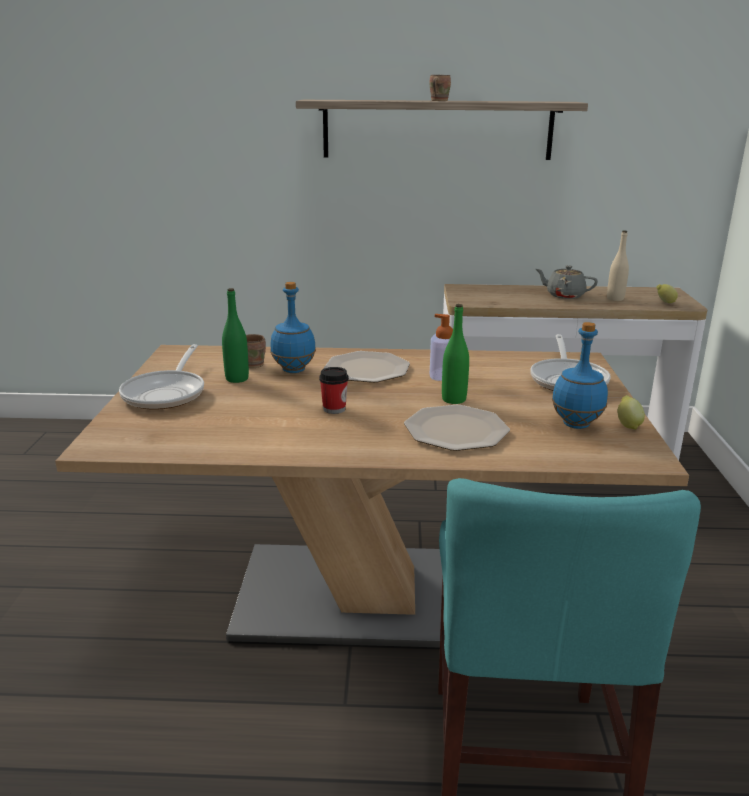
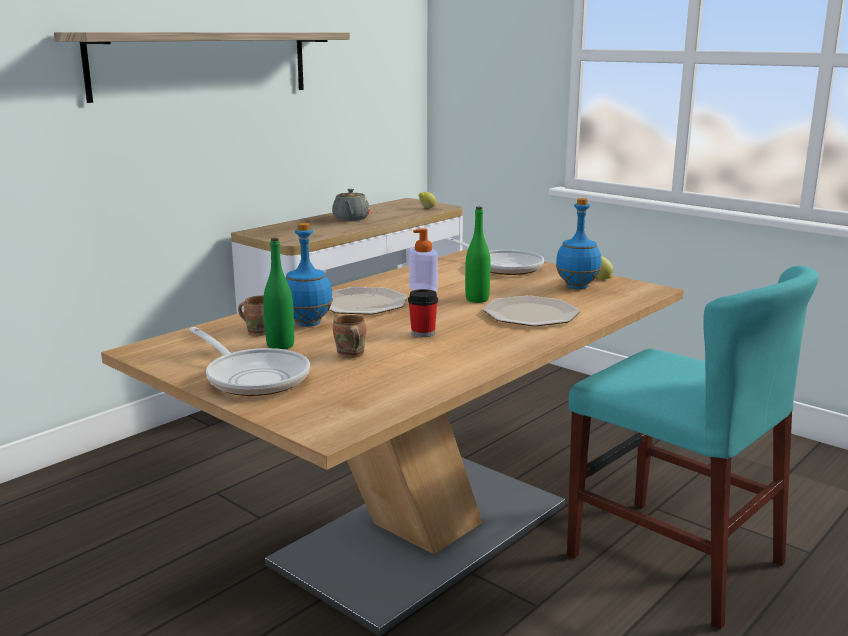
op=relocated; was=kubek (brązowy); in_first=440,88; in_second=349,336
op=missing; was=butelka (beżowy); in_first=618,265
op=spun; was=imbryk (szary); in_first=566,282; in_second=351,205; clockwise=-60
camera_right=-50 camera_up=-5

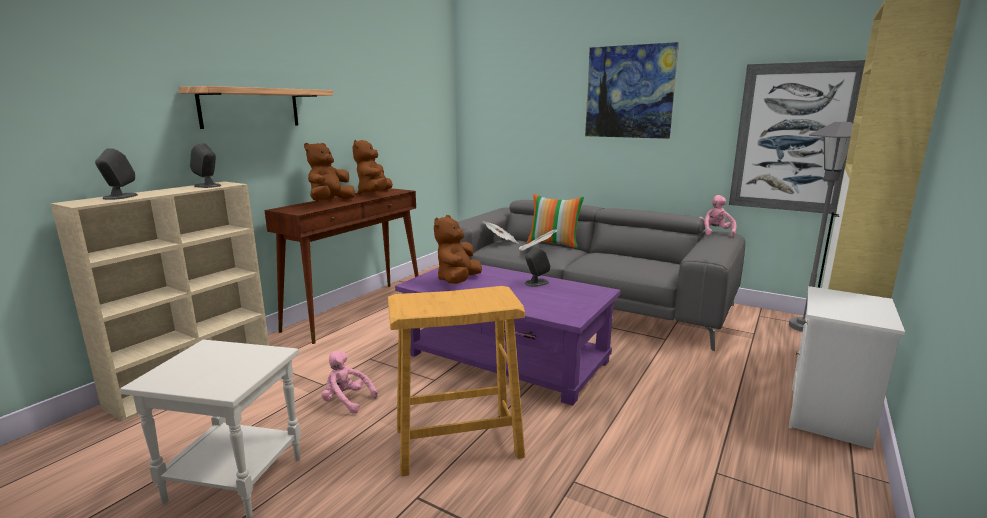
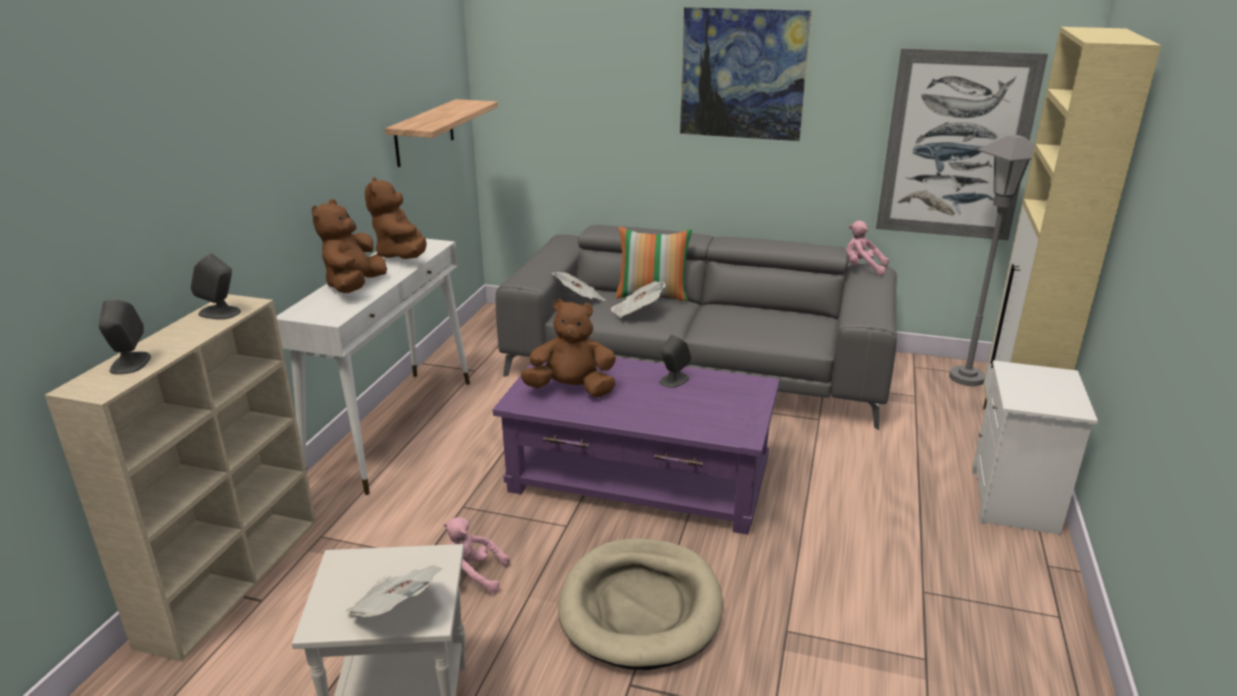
op=relocated; was=półka; in_first=255,107; in_second=441,133
op=colour; was=stolik konsolowy (brązowy); now=stolik konsolowy (biały); in_first=341,266; in_second=373,366
op=spun; was=pluszak (różowy); in_first=717,216; in_second=867,248; clockwise=-60
op=spun; was=pluszak (brązowy); in_first=458,249; in_second=568,348; clockwise=90
op=exchanged; was=stołek (beżowy); now=legowisko (beżowy); in_first=456,381; in_second=640,604
op=appeared; now=gazeta; in_second=394,591
camera_right=-15 camera_up=10

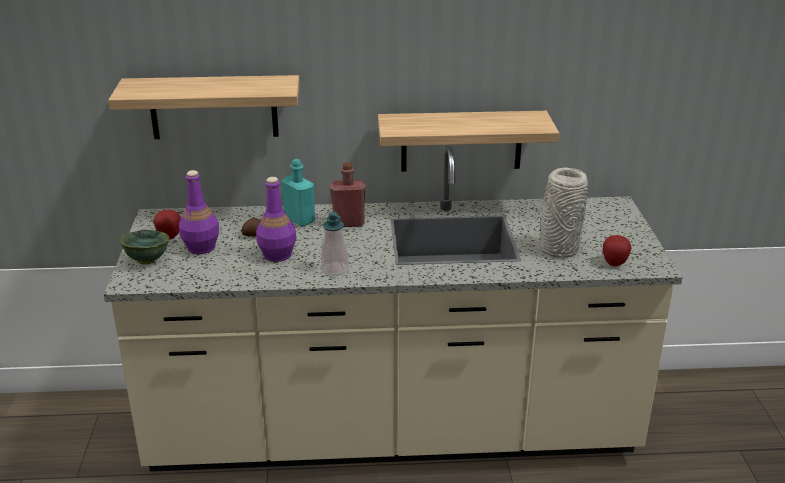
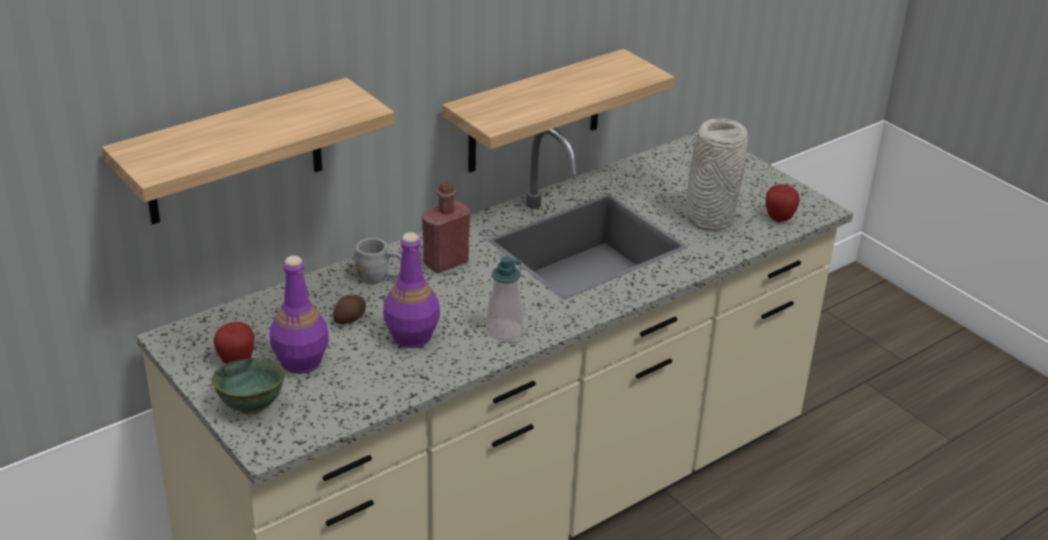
op=exchanged; was=butelka (turkusowy); now=kubek (szary); in_first=298,193; in_second=378,261
camera_right=-35 camera_up=5

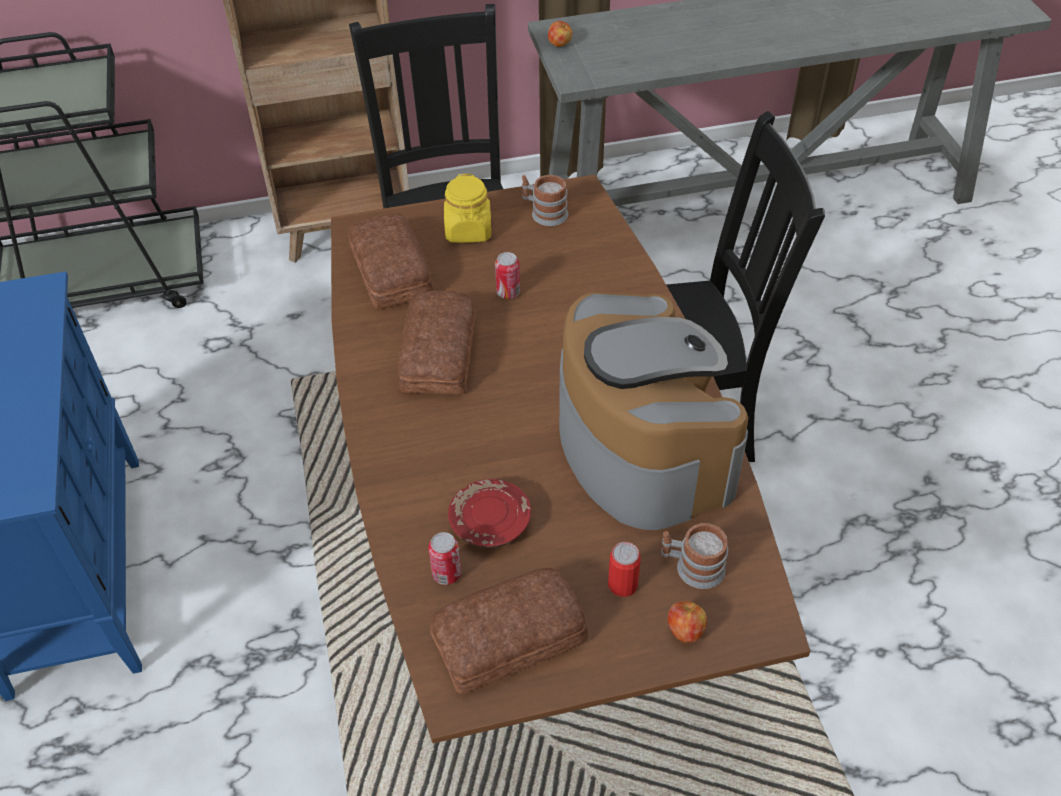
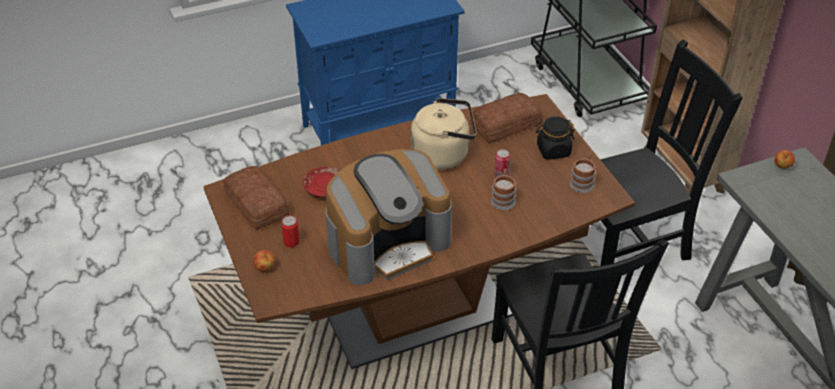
op=colour; was=słoik (żółty); now=słoik (czarny); in_first=467,208; in_second=555,138
op=exchanged; was=chleb; now=czajnik (beżowy); in_first=436,342; in_second=443,134
op=relocated; was=kubek; in_first=694,556; in_second=503,189
op=missing; was=puszka; in_first=444,558
camera_right=80 camera_up=-5

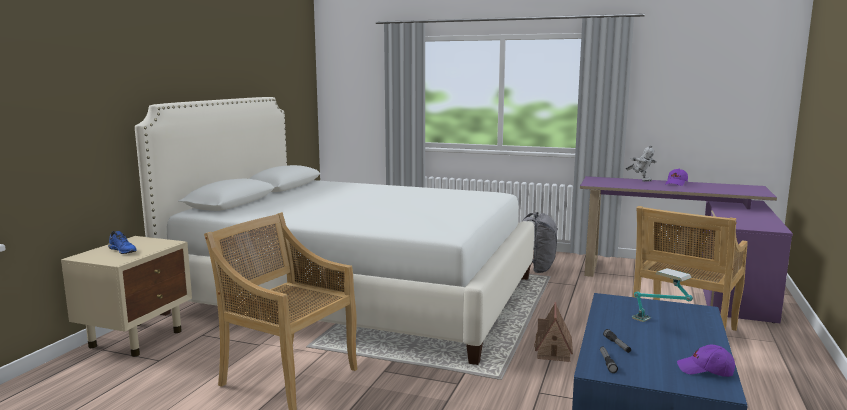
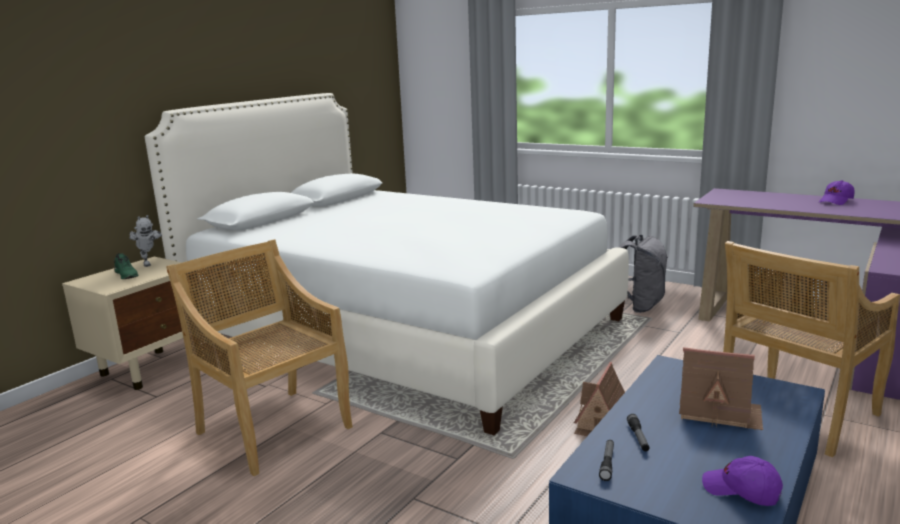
op=relocated; was=robot zabawkowy; in_first=641,163; in_second=145,241
op=colour; was=but (niebieski); now=but (zielony); in_first=122,242; in_second=126,266
op=exchanged; was=lampa stołowa; now=domek; in_first=662,295; in_second=721,388
camera_right=15 camera_up=5

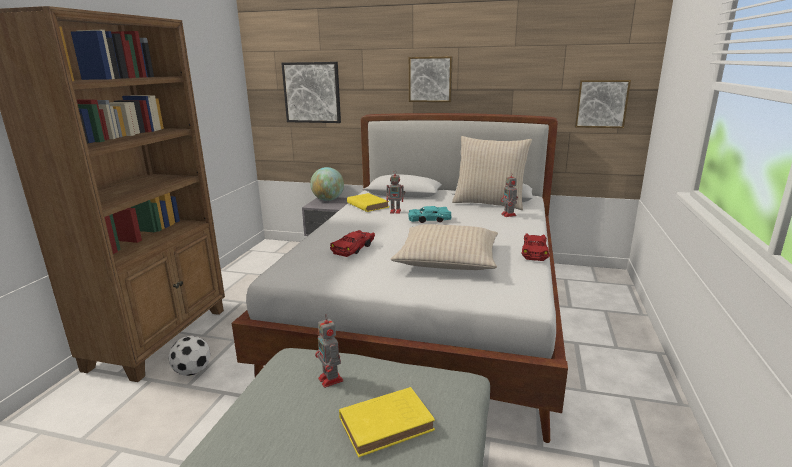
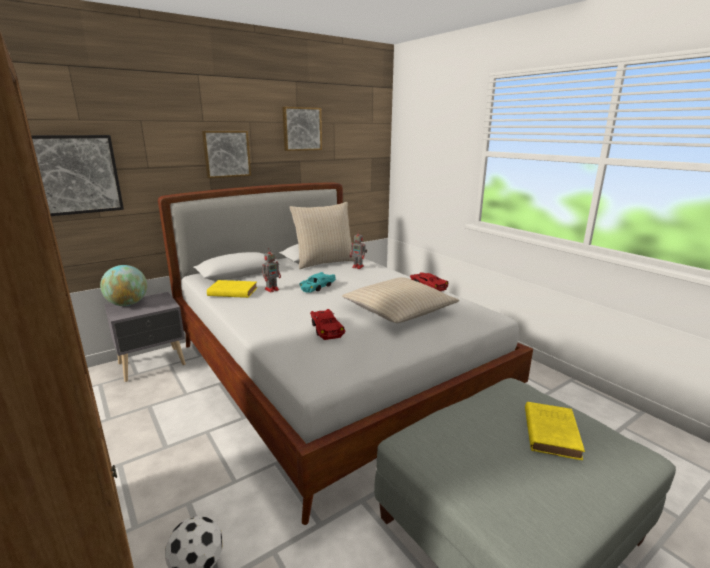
op=relocated; was=obraz; in_first=603,104; in_second=302,129
op=missing; was=robot zabawkowy; in_first=329,351
camera_right=-50 camera_up=0

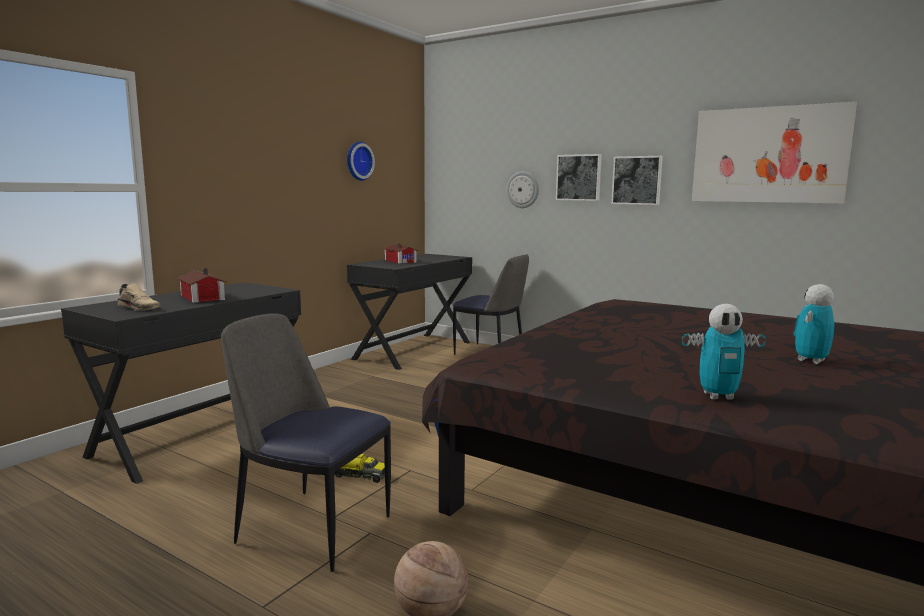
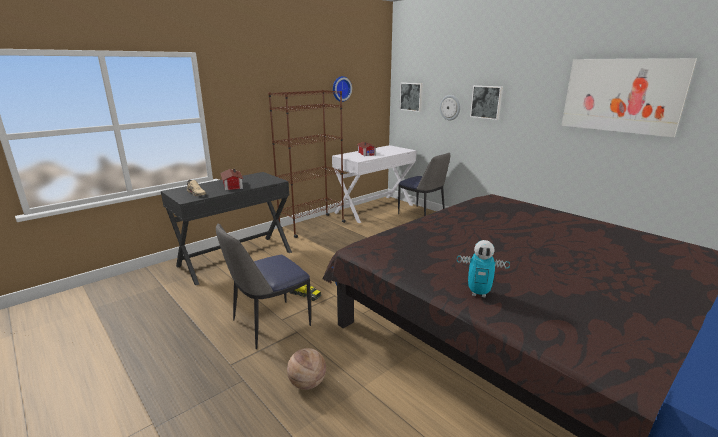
op=relocated; was=obraz; in_first=637,180; in_second=411,97
op=colour; was=biurko (czarny); now=biurko (biały); in_first=409,312; in_second=374,184
op=missing; was=robot zabawkowy; in_first=813,324
op=spun; was=krzesło; in_first=306,442; in_second=263,286; clockwise=-75
op=appeared; now=regał (brązowy); in_second=307,164
camera_right=15 camera_up=10

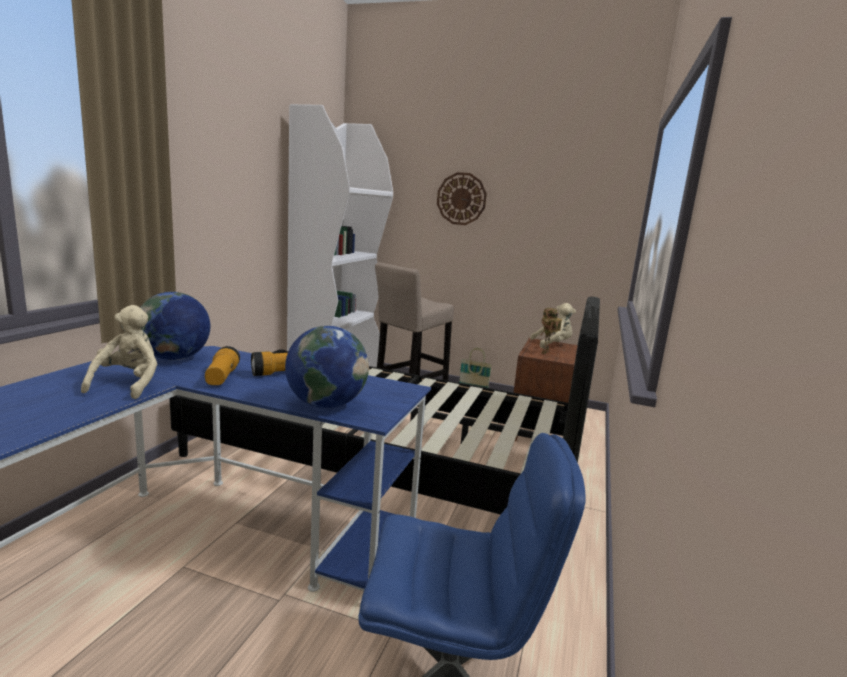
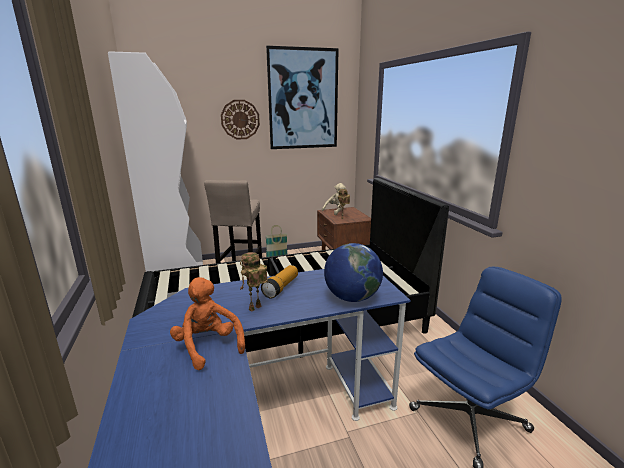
op=missing; was=globus; in_first=175,326
op=colour; was=pluszak (beżowy); now=pluszak (pomarańczowy); in_first=119,352; in_second=207,323
op=exchanged; was=latarka; now=robot zabawkowy; in_first=222,365; in_second=254,282
op=appeared; now=obraz; in_second=302,97
camera_right=-35 camera_up=5

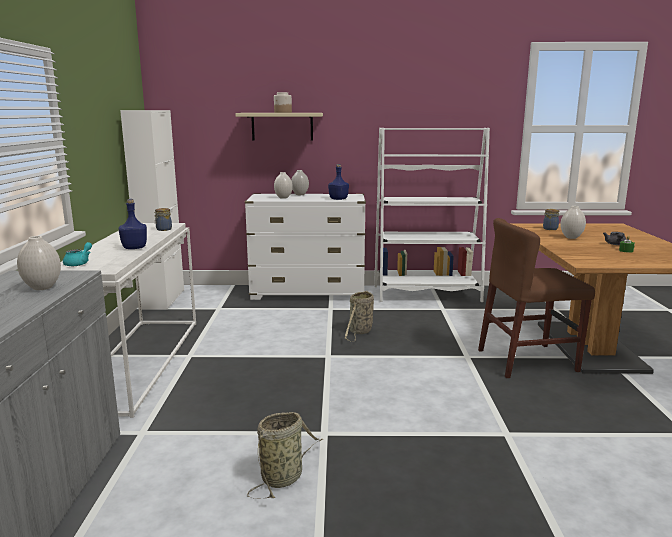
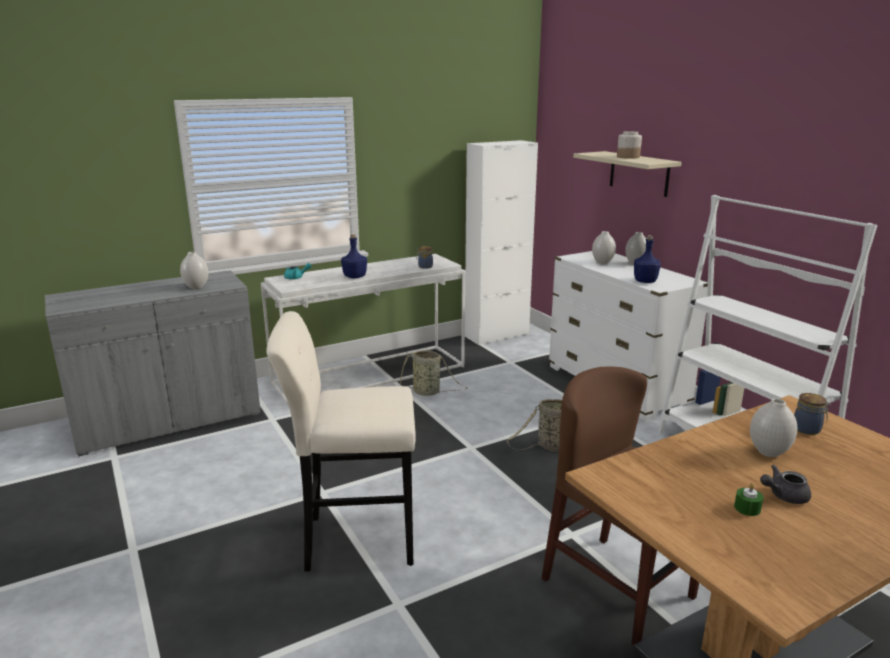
op=relocated; was=koszyk; in_first=285,455; in_second=433,373
op=appeared; now=stołek (beżowy); in_second=341,441
camera_right=60 camera_up=5

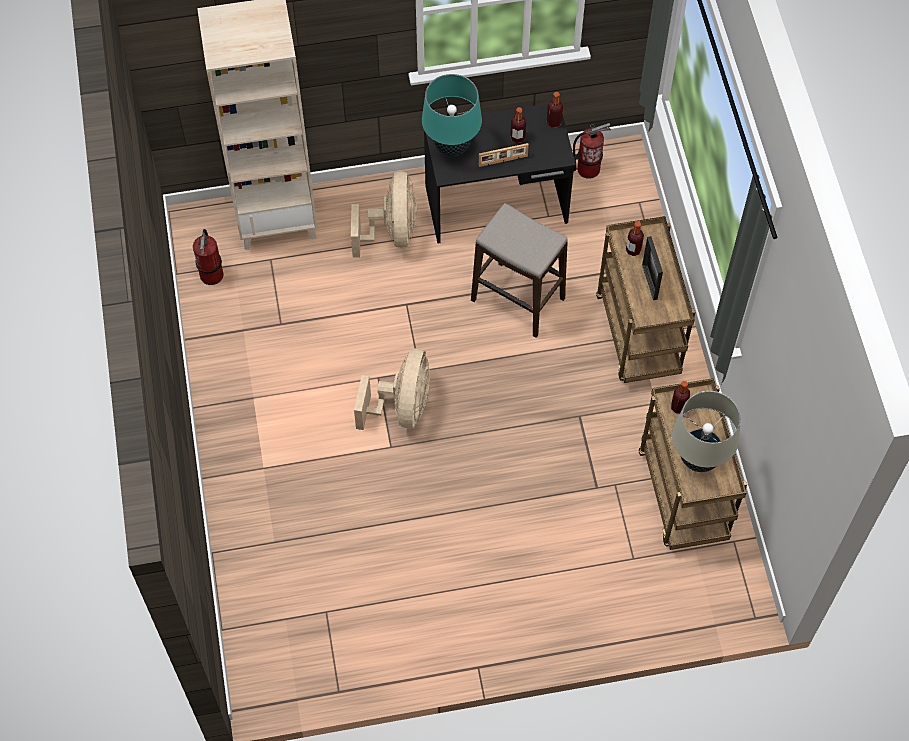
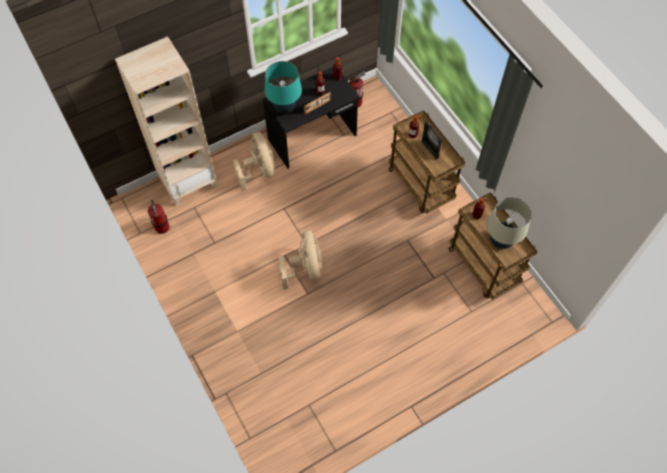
op=missing; was=stołek; in_first=519,270
camera_right=-20 camera_up=0

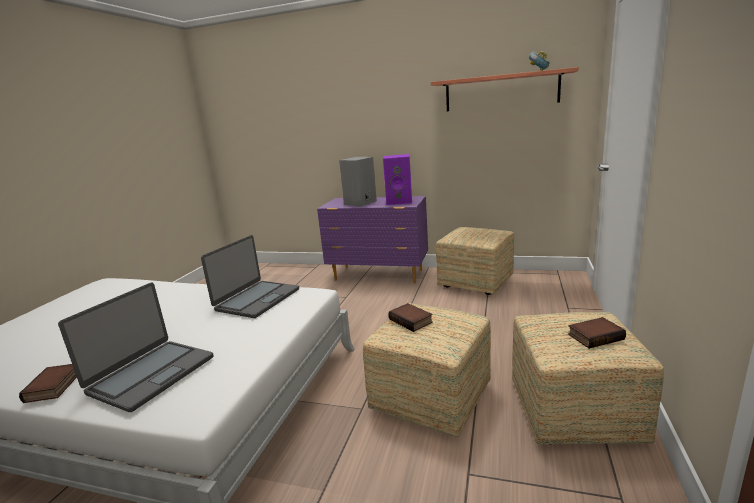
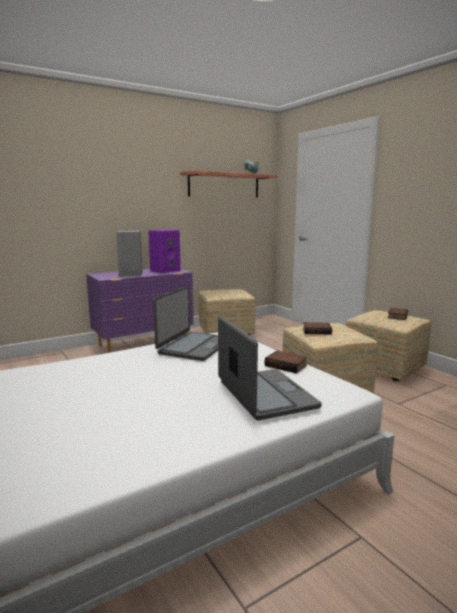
op=spun; was=laptop; in_first=250,276; in_second=185,323; clockwise=45
op=relocated; was=książka; in_first=48,383; in_second=286,362
camera_right=-50 camera_up=-5

